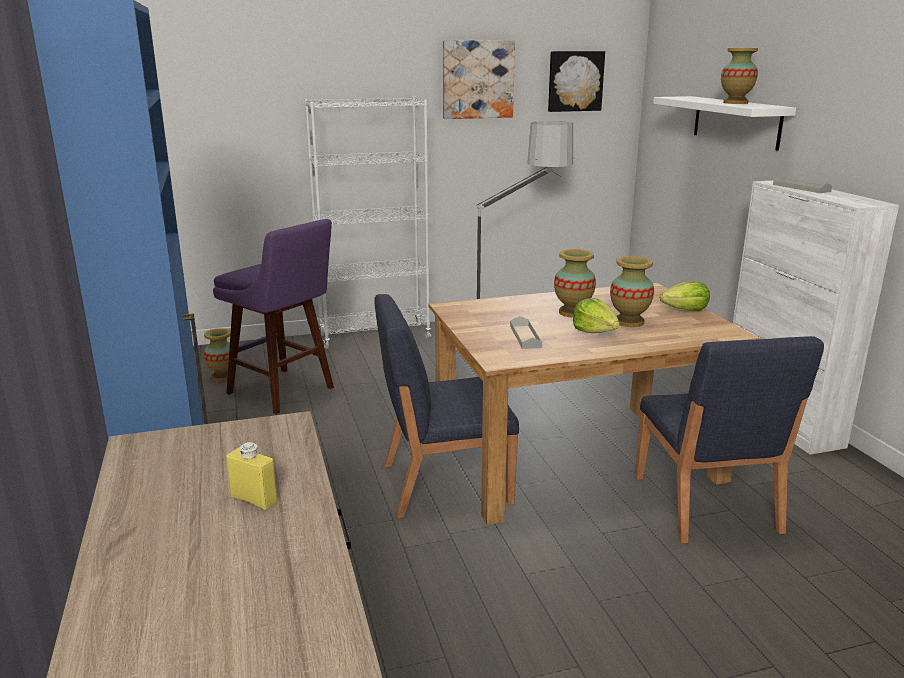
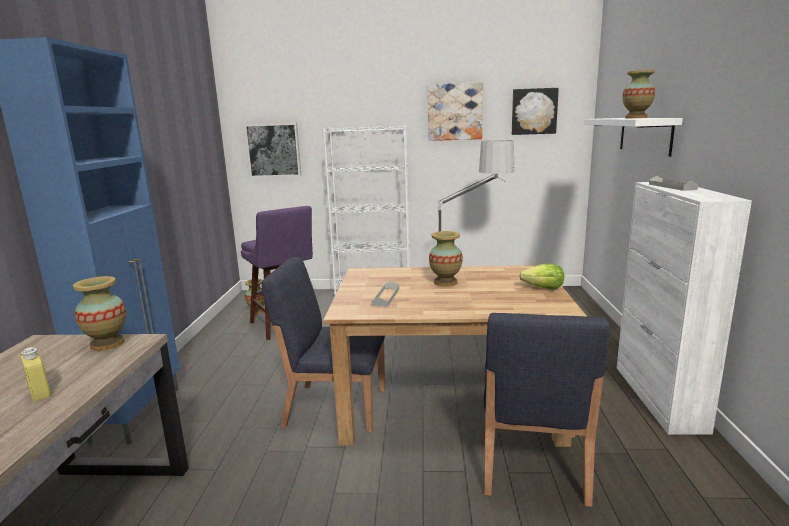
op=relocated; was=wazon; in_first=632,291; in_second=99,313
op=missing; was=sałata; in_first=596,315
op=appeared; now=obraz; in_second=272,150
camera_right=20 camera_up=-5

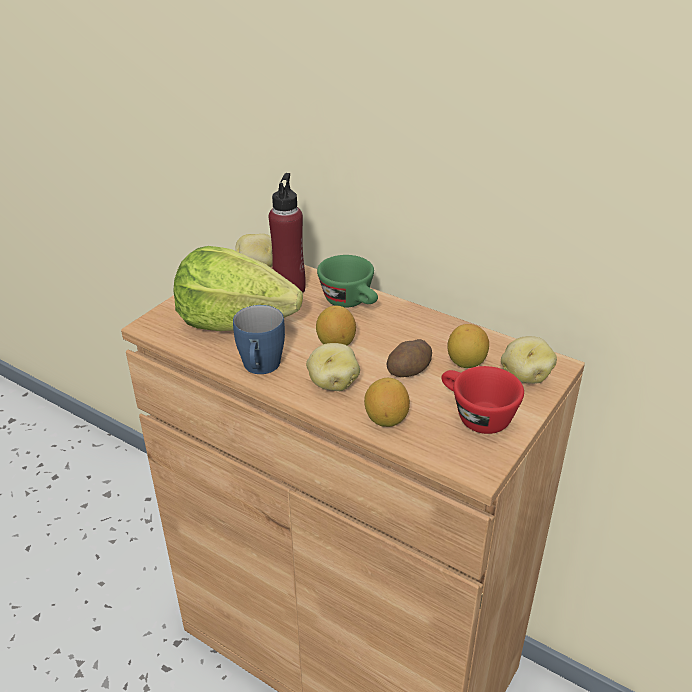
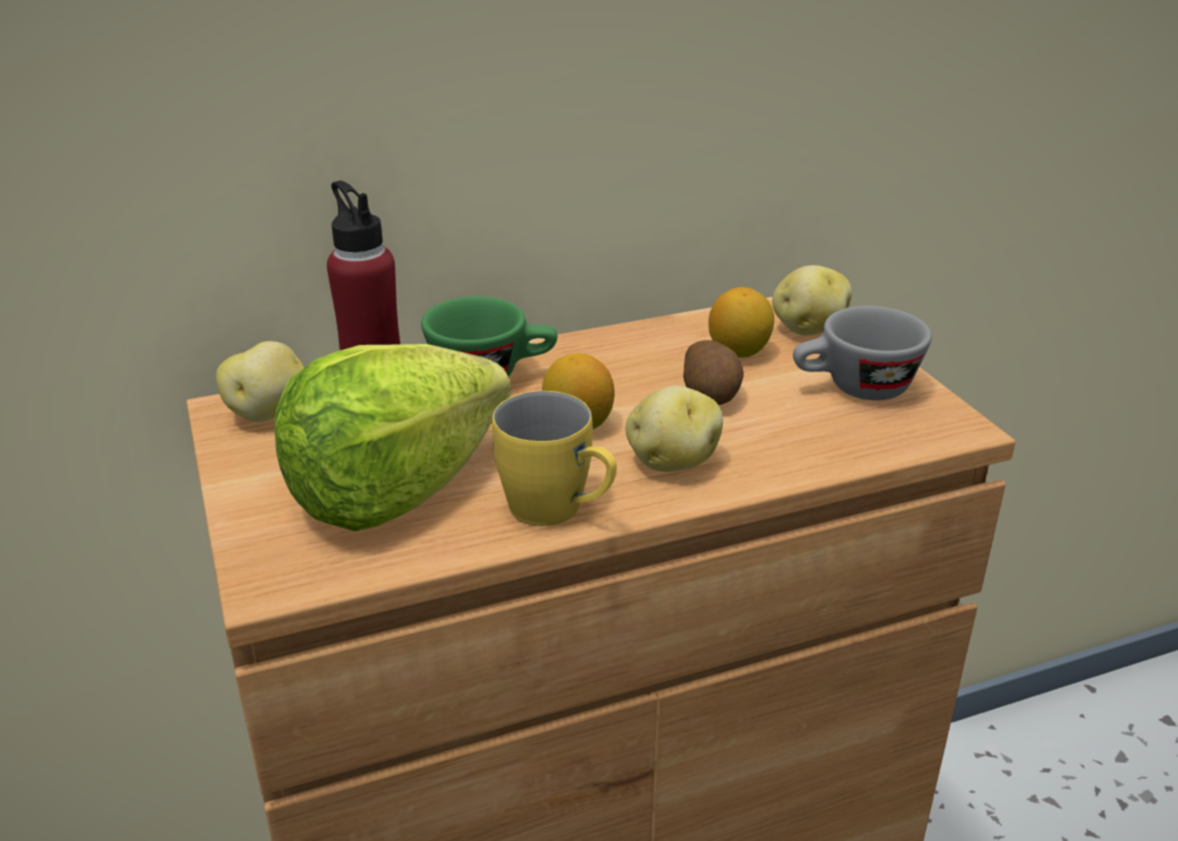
op=colour; was=kubek (niebieski); now=kubek (żółty); in_first=259,339; in_second=554,458
op=colour; was=filiżanka (czerwony); now=filiżanka (szary); in_first=482,400; in_second=862,353
op=missing; was=cytryna; in_first=387,402
camera_right=-55 camera_up=-5

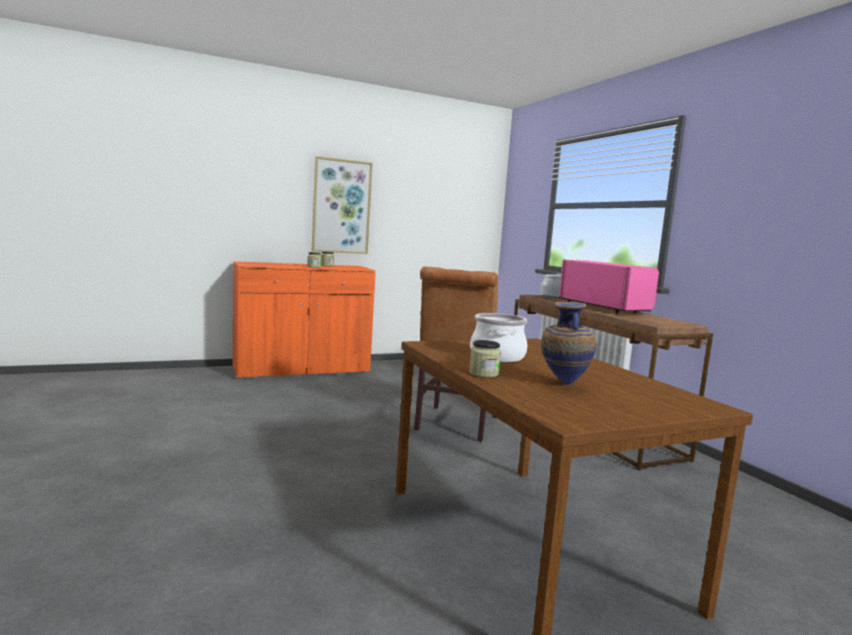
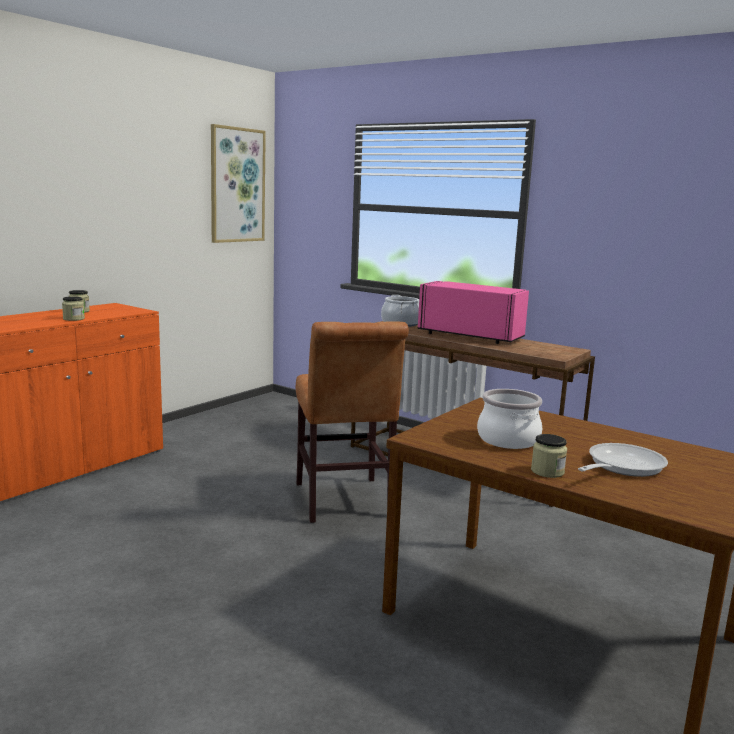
op=relocated; was=obraz; in_first=342,205; in_second=238,183
op=exchanged; was=wazon; now=patelnia; in_first=568,344; in_second=623,460
camera_right=-30 camera_up=5

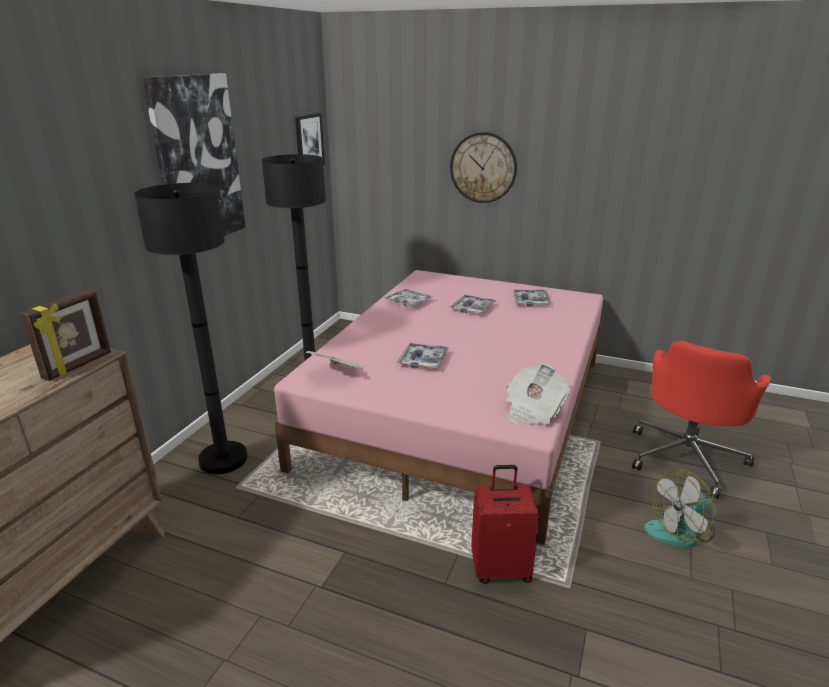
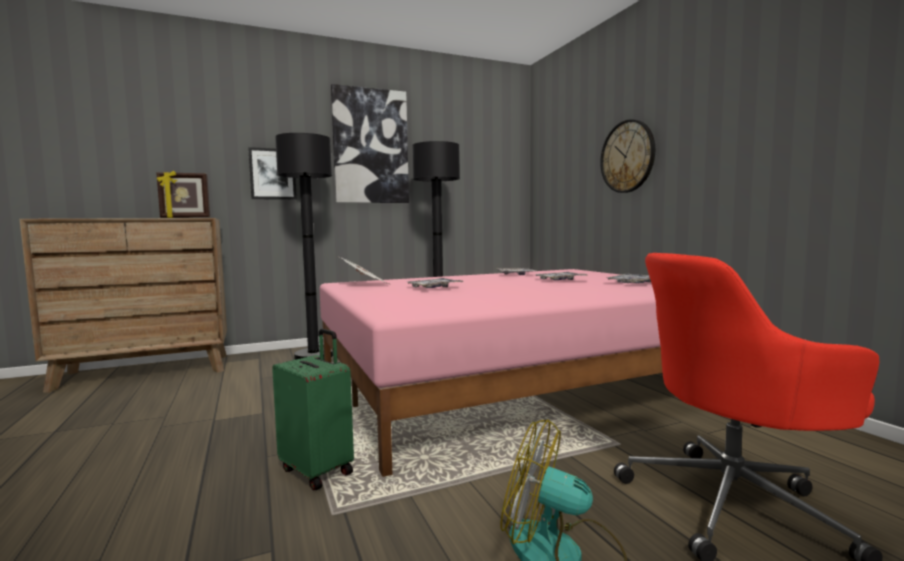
op=relocated; was=obraz; in_first=310,139; in_second=272,173
op=missing; was=gazeta; in_first=538,394
op=colour; was=walizka (czerwony); now=walizka (zielony); in_first=505,524; in_second=313,410
camera_right=45 camera_up=-20

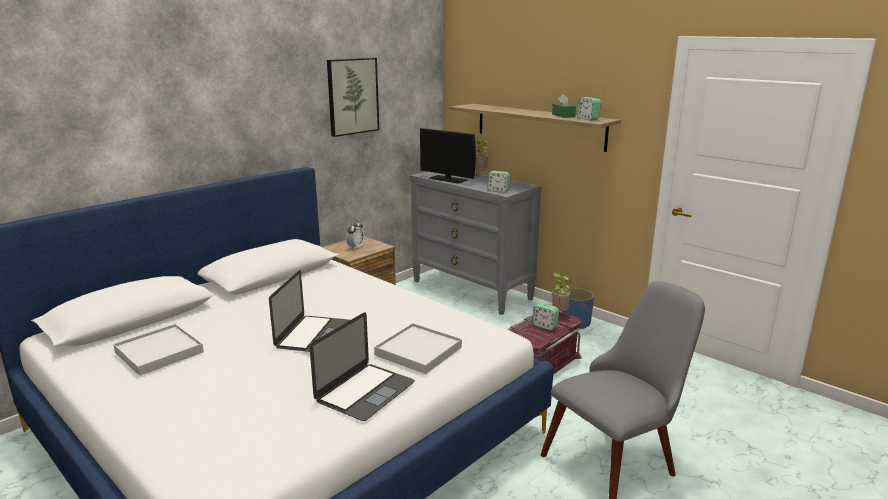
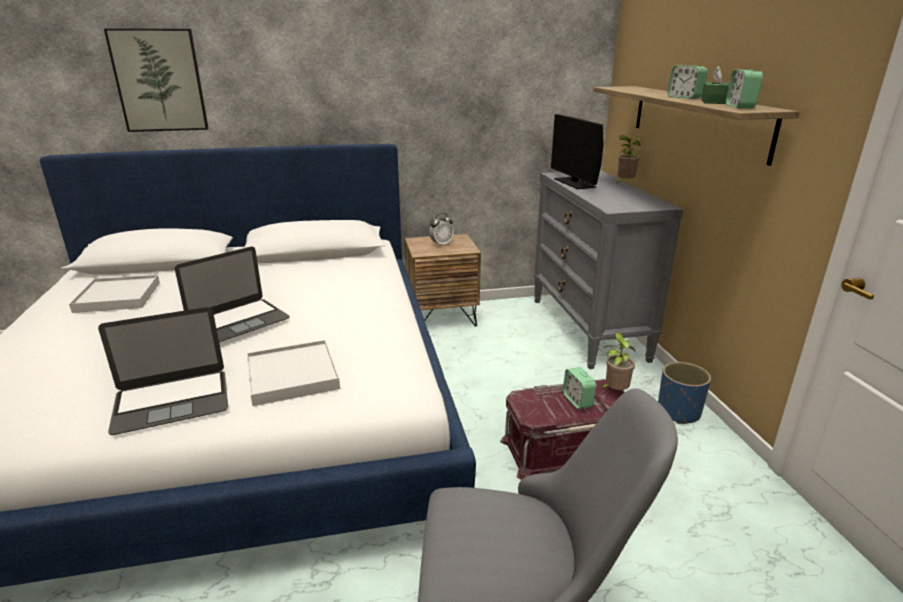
op=relocated; was=obraz; in_first=353,97; in_second=156,80
op=relocated; was=budzik; in_first=498,181; in_second=688,82
camera_right=35 camera_up=5

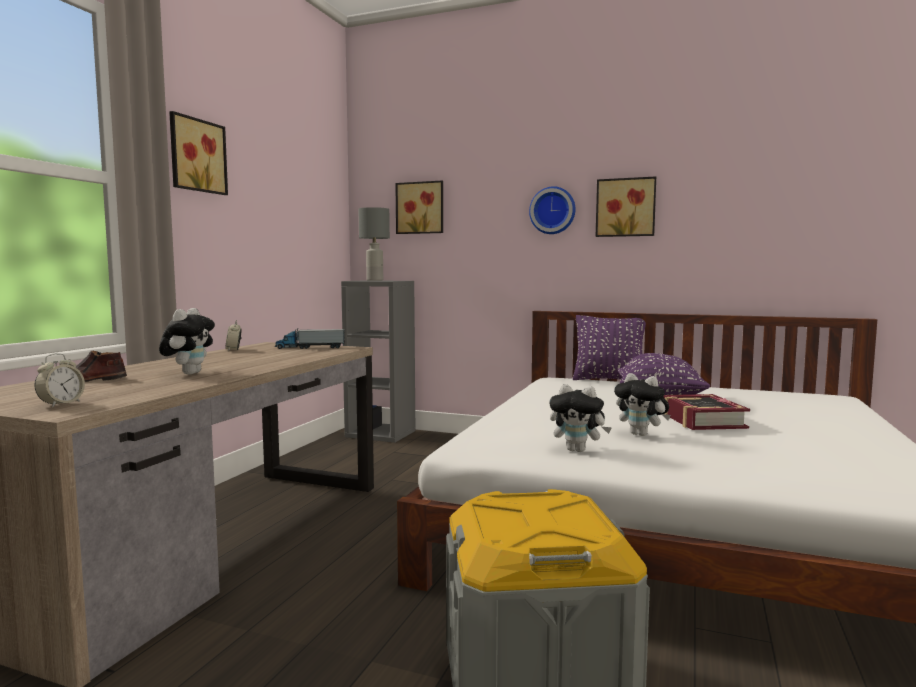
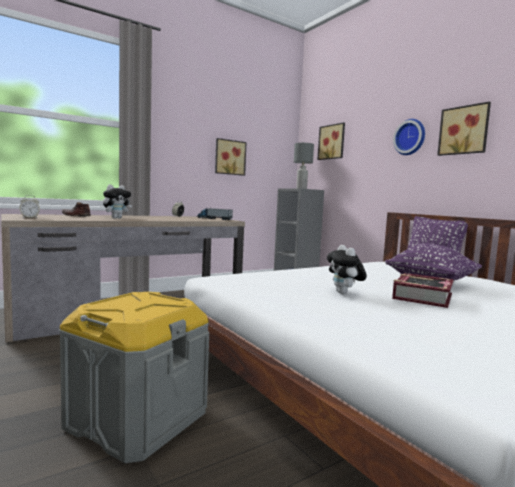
op=relocated; was=obraz; in_first=198,153; in_second=231,157
op=missing; was=pluszak; in_first=580,418
camera_right=35 camera_up=0

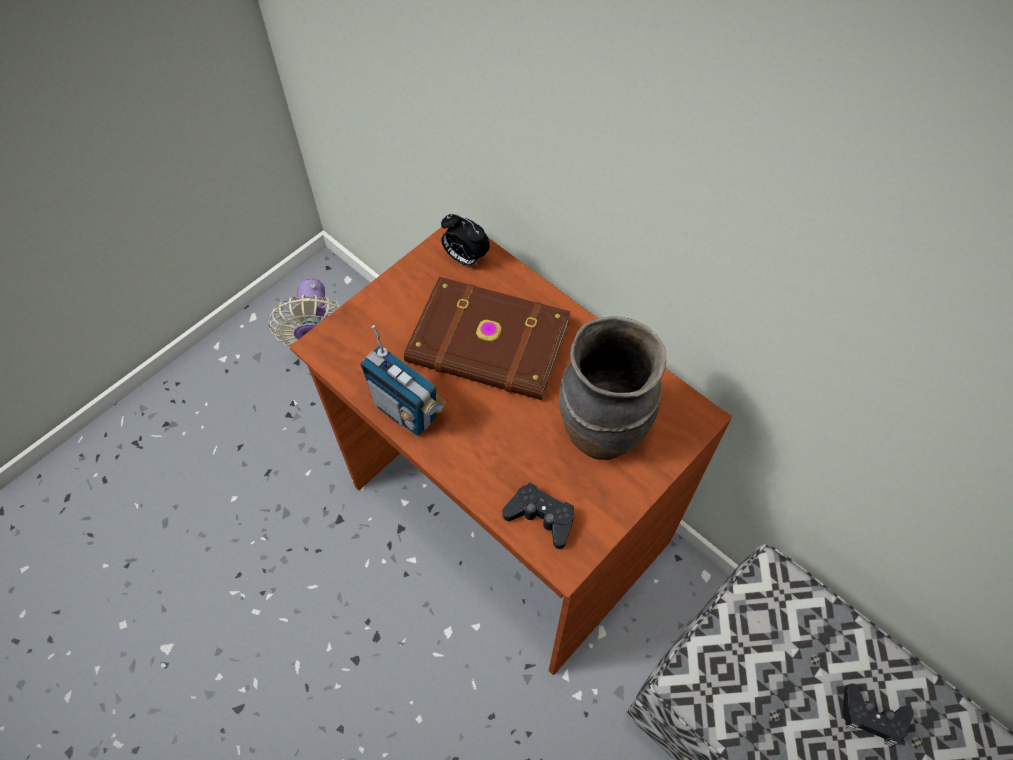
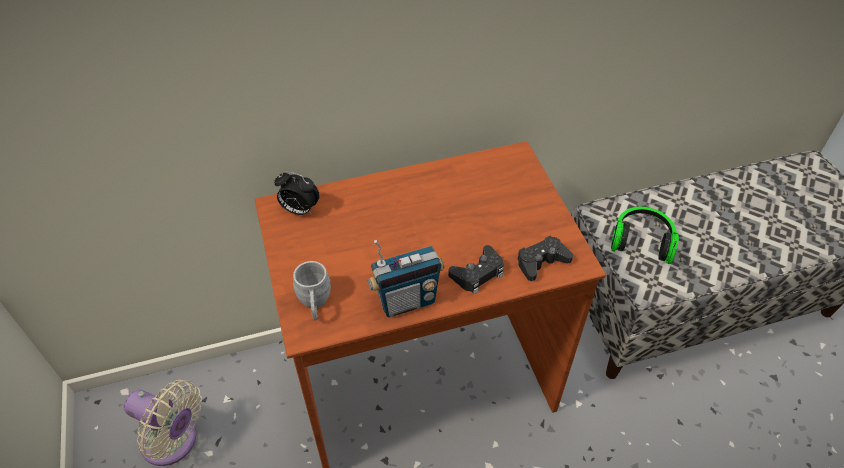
op=spun; was=budzik; in_first=465,240; in_second=297,193; clockwise=45
op=missing; was=książka (brązowy); in_first=487,338
op=missing; was=wazon (brązowy); in_first=613,388
op=relocated; was=pad do gier (czarny); in_first=878,715; in_second=476,269
op=appeared; now=słuchawki; in_second=645,235
op=appeared; now=kubek (szary); in_second=312,290
camera_right=-60 camera_up=-10

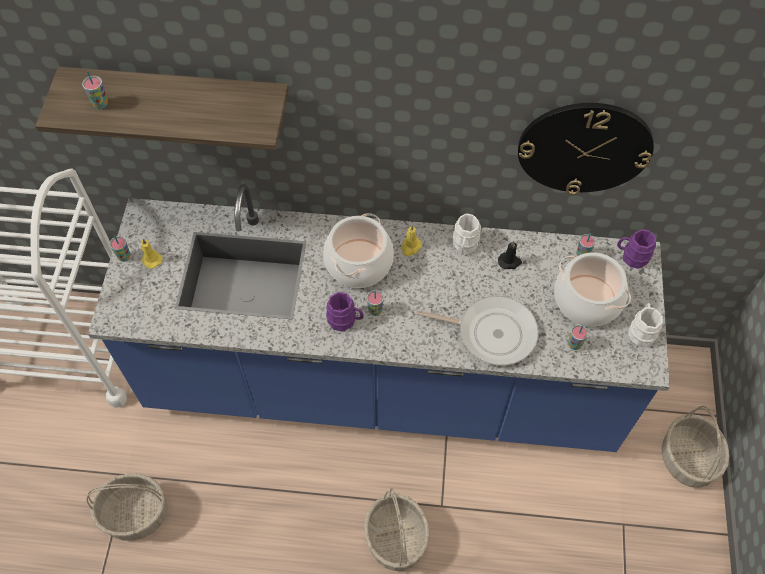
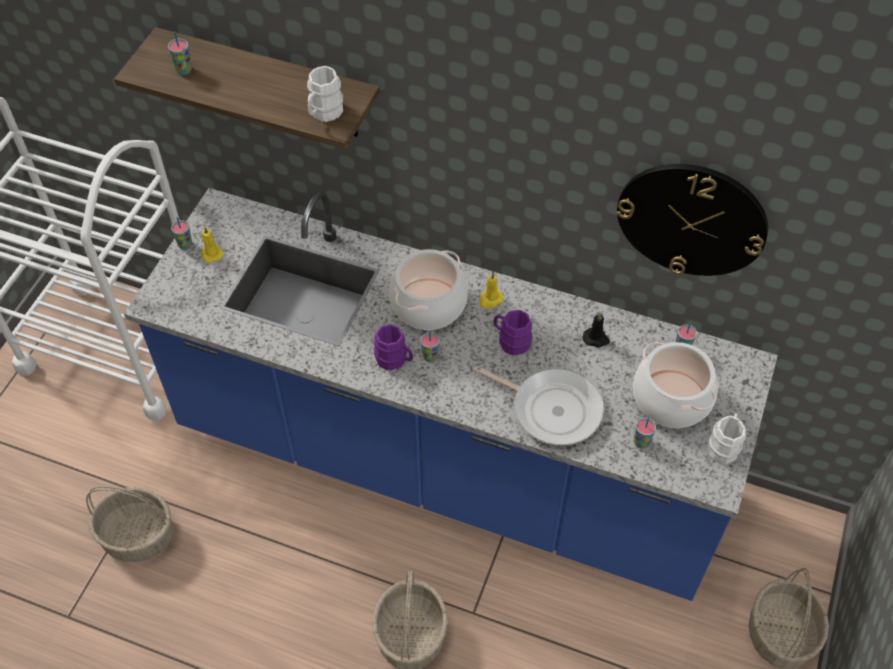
op=relocated; was=kubek (biały); in_first=467,233; in_second=325,94
op=relocated; was=kubek (fioletowy); in_first=636,249; in_second=512,333
camera_right=15 camera_up=-5

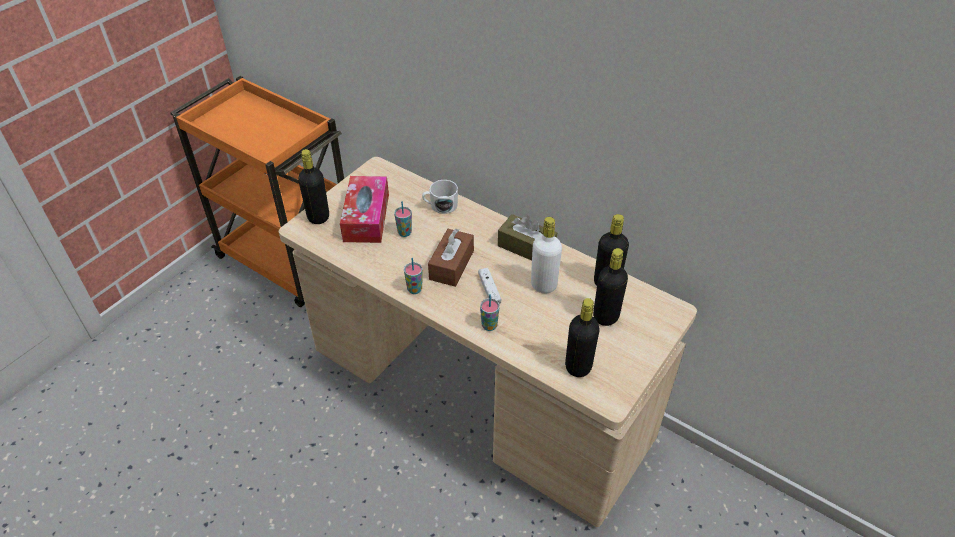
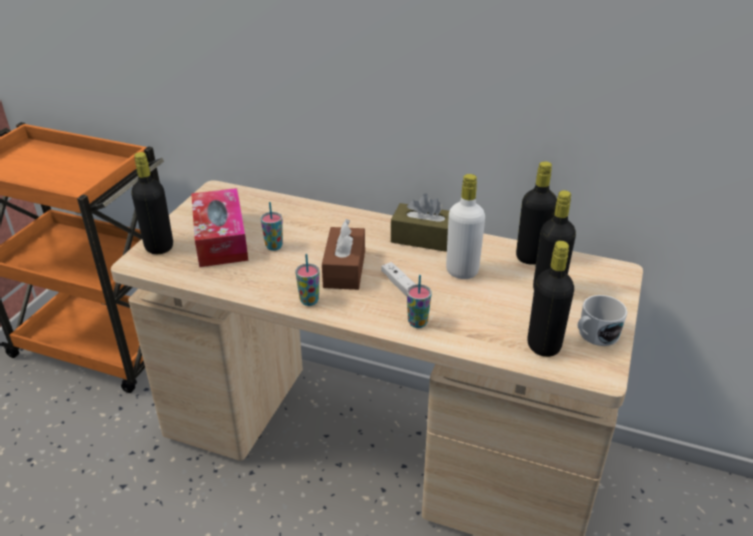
op=relocated; was=kubek (biały); in_first=440,197; in_second=602,320
camera_right=-15 camera_up=-10

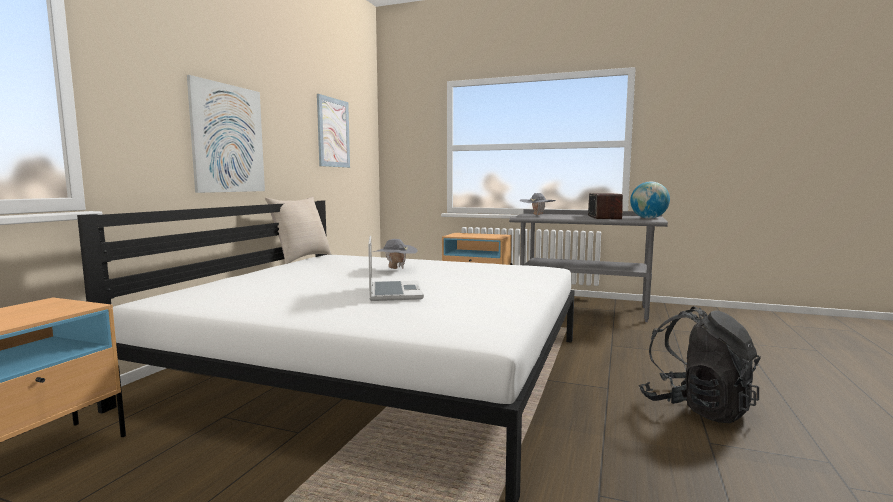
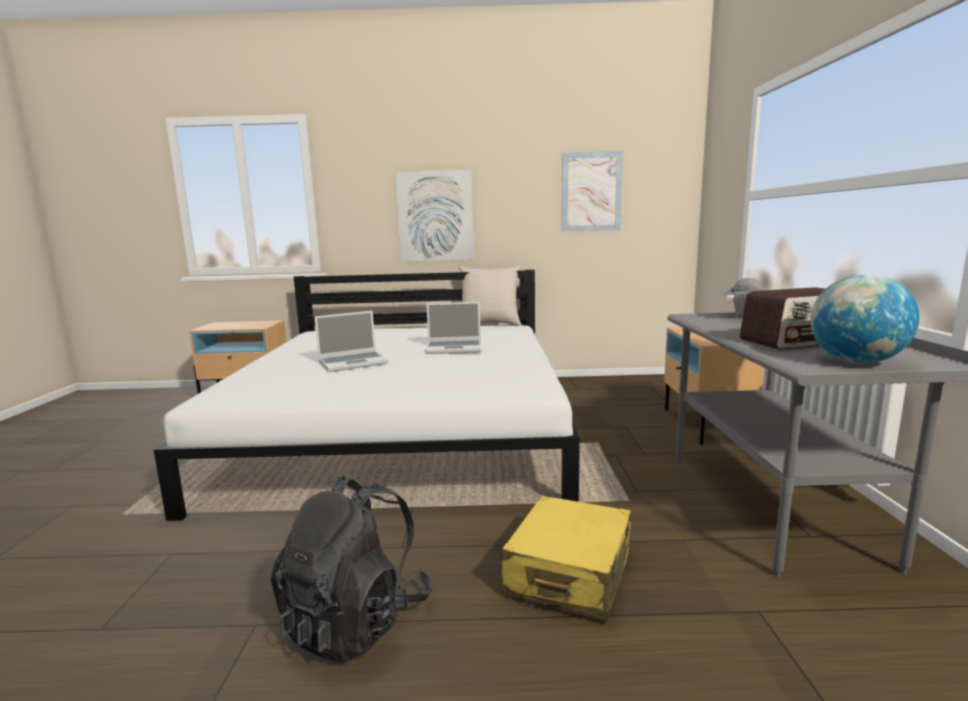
op=exchanged; was=kapelusz (szary); now=laptop; in_first=395,254; in_second=453,328
op=appeared; now=walizka (żółty); in_second=566,558
camera_right=70 camera_up=5

